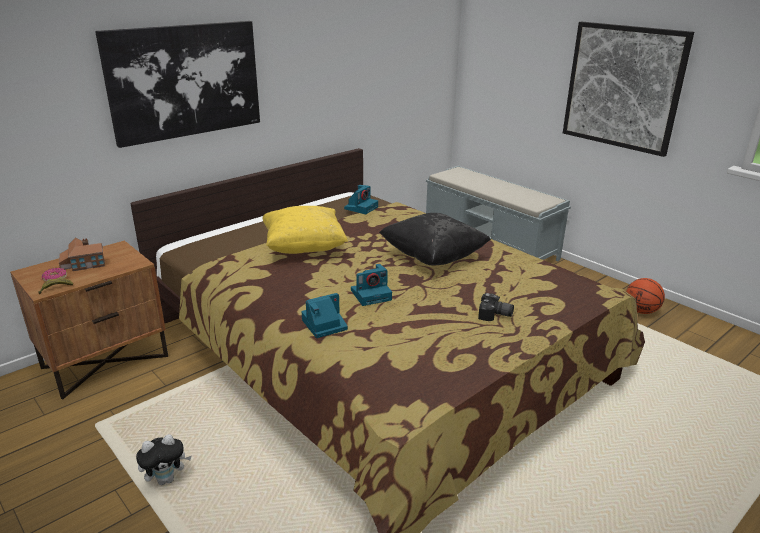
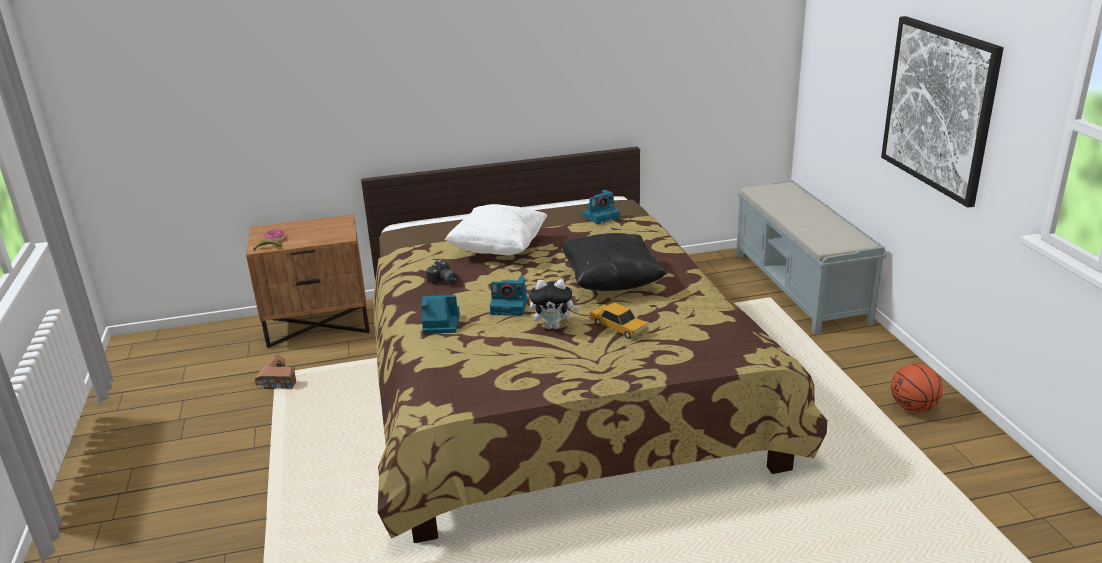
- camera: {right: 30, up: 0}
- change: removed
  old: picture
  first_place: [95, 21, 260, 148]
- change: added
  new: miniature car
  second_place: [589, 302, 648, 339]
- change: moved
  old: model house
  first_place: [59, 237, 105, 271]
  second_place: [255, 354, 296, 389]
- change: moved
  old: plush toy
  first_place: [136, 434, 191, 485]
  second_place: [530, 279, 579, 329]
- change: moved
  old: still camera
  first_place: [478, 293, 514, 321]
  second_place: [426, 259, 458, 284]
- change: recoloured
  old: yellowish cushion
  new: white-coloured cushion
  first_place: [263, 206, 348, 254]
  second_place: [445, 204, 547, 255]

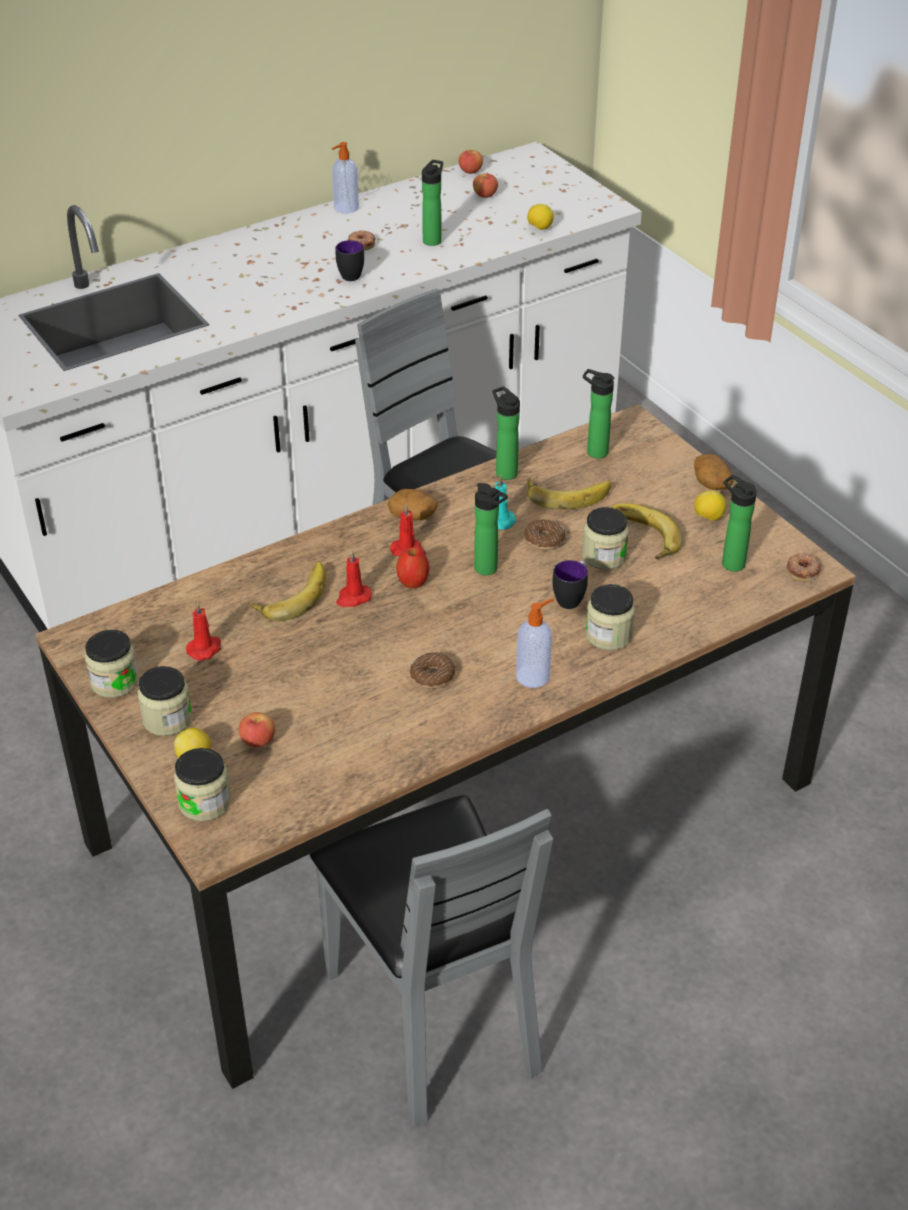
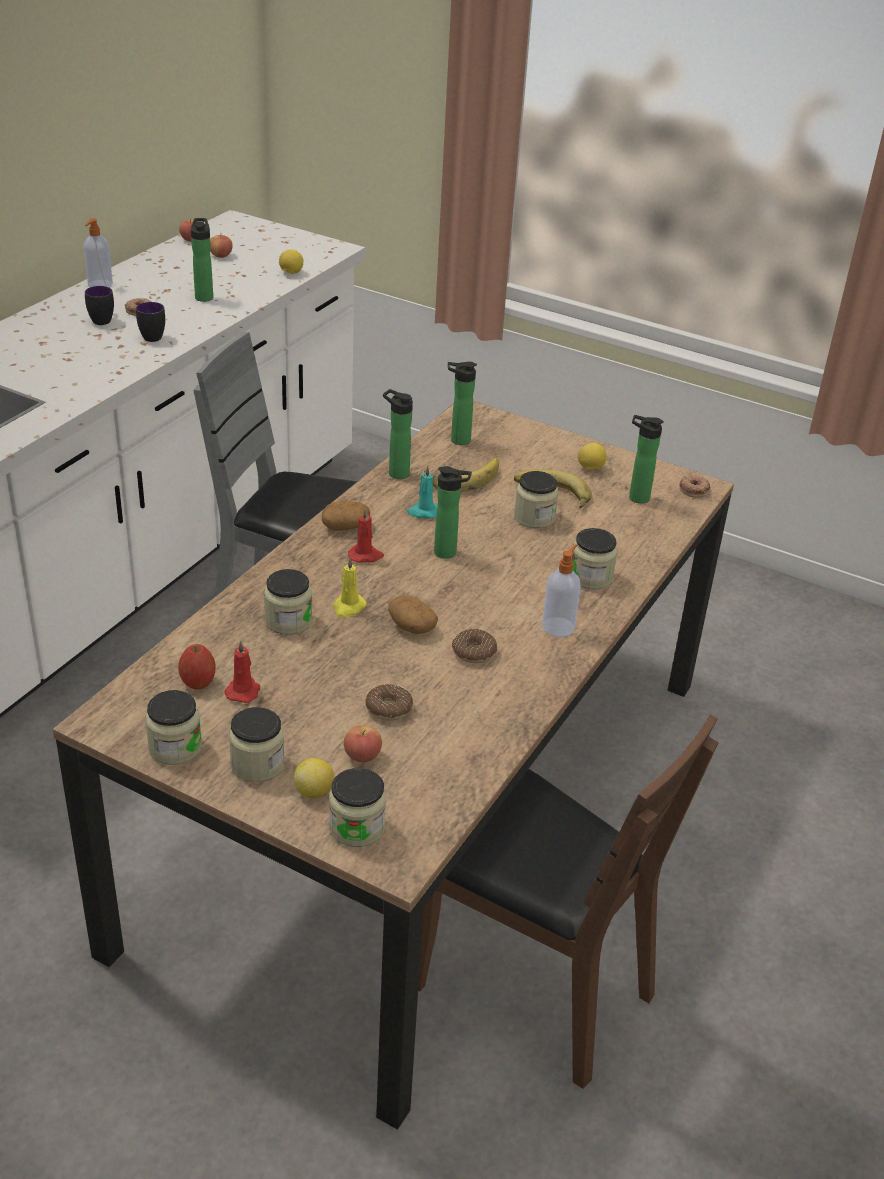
- camera: {right: -30, up: -5}
- change: moved
  old: whole apple
  first_place: [396, 548, 430, 588]
  second_place: [178, 644, 216, 689]
- change: moved
  old: doughnut
  first_place: [524, 519, 566, 550]
  second_place: [365, 684, 413, 721]
- change: moved
  old: tea mug
  first_place: [553, 560, 588, 609]
  second_place: [85, 286, 114, 325]
- change: moved
  old: whole potato
  first_place: [694, 454, 733, 490]
  second_place: [388, 596, 438, 634]
- change: replaced
  old: whole banana
  new: jar
  first_place: [248, 561, 326, 621]
  second_place: [264, 569, 312, 635]
- change: recoloured
  old: grey upright chair
  new: brownish upright chair
  first_place: [310, 795, 553, 1126]
  second_place: [418, 714, 718, 1089]
- change: recoloured
  old: red-coloured candle
  new: yellowish candle
  first_place: [336, 551, 372, 607]
  second_place: [333, 558, 367, 618]

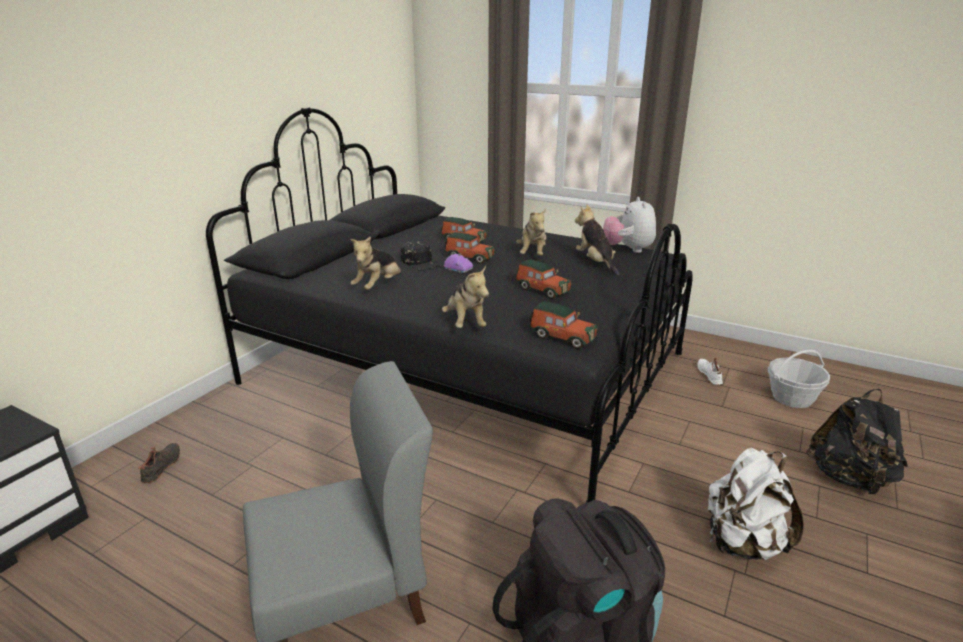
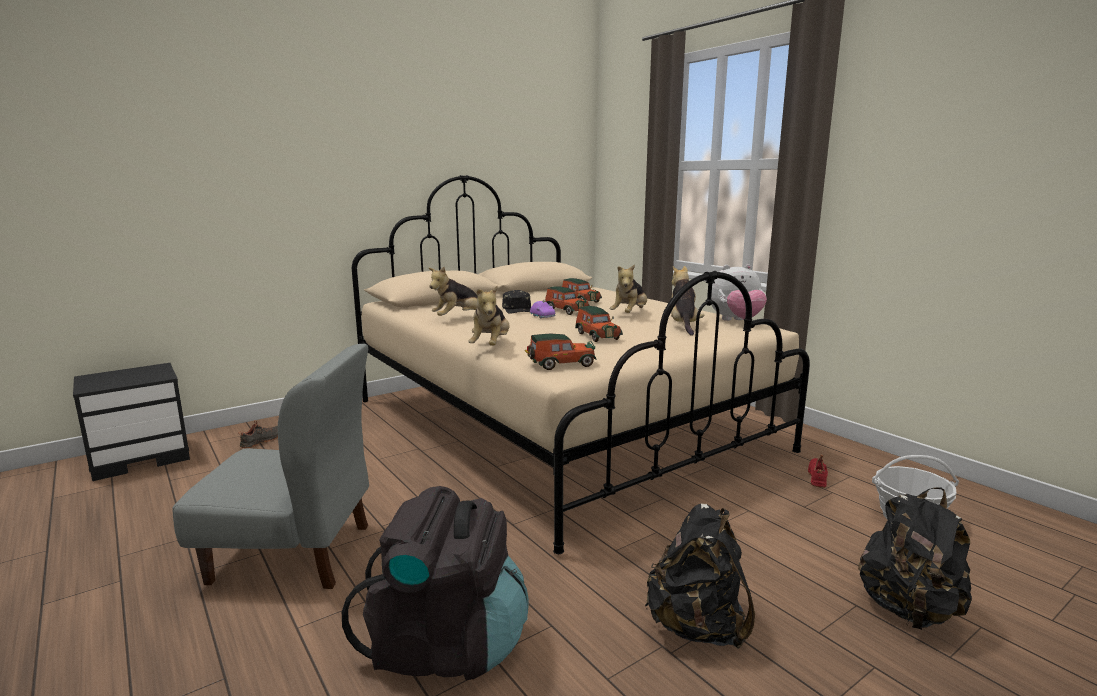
- camera: {right: 25, up: -10}
- change: recoloured
  old: black-coloured bed
  new: beige-coloured bed
  first_place: [206, 107, 693, 503]
  second_place: [352, 175, 810, 554]
- change: recoloured
  old: white-coloured item of footwear
  new: red-coloured item of footwear
  first_place: [697, 358, 723, 385]
  second_place: [808, 455, 828, 488]
- change: recoloured
  old: white-coloured rucksack
  new: black-coloured rucksack
  first_place: [708, 448, 804, 560]
  second_place: [645, 503, 755, 649]
- change: turned
  old: miniature car
  first_place: [529, 301, 599, 349]
  second_place: [525, 334, 597, 370]
  degrees: -75
- change: turned
  old: plush toy
  first_place: [603, 197, 656, 253]
  second_place: [711, 264, 767, 321]
  degrees: -120

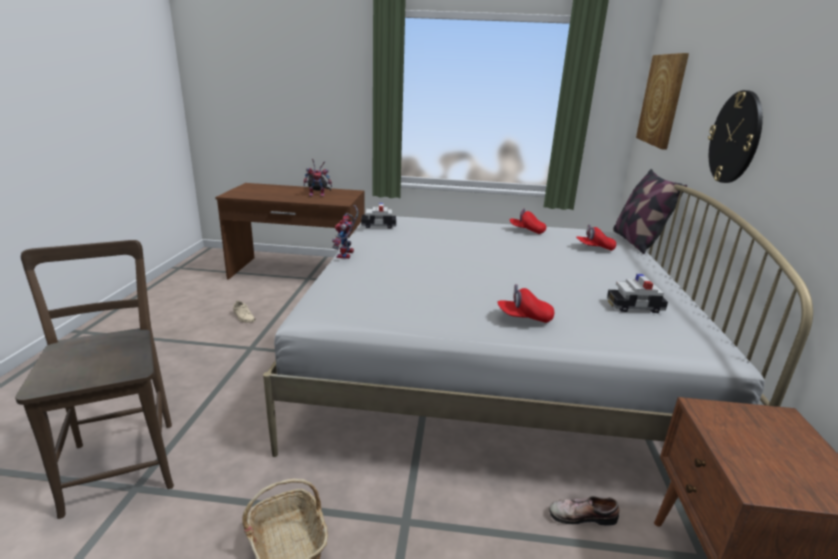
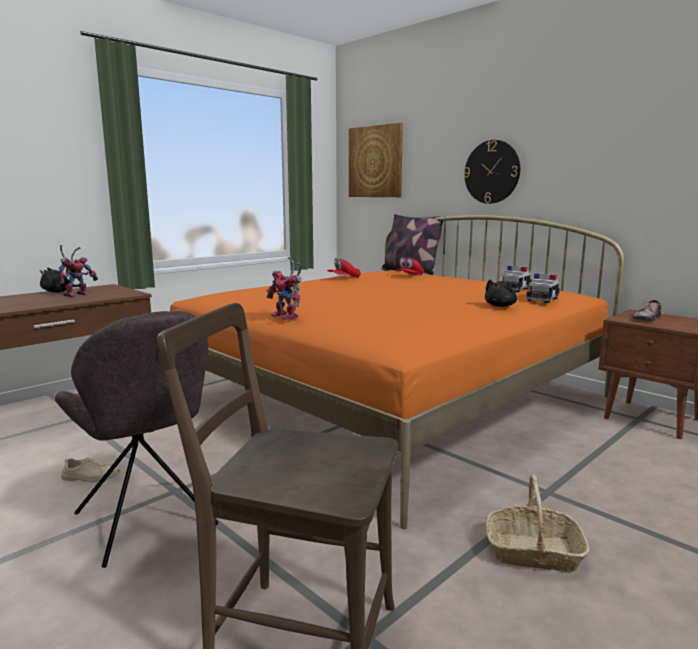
- camera: {right: -50, up: -10}
- change: added
  new: grey upright chair
  second_place: [55, 311, 219, 568]
- change: moved
  old: miniature car
  first_place: [361, 203, 396, 229]
  second_place: [526, 273, 560, 303]
- change: moved
  old: item of footwear
  first_place: [549, 496, 619, 525]
  second_place: [632, 300, 661, 322]
- change: replaced
  old: red-coloured baseball cap
  new: black-coloured plush toy
  first_place: [497, 284, 554, 323]
  second_place: [485, 280, 517, 307]
- change: recoloured
  old: white-coloured bed
  new: orange bed
  first_place: [263, 184, 813, 457]
  second_place: [170, 215, 624, 529]

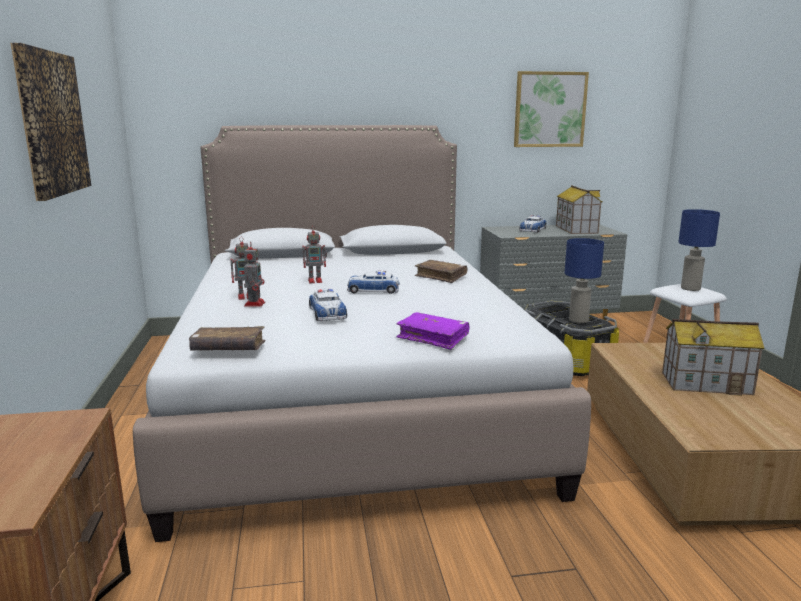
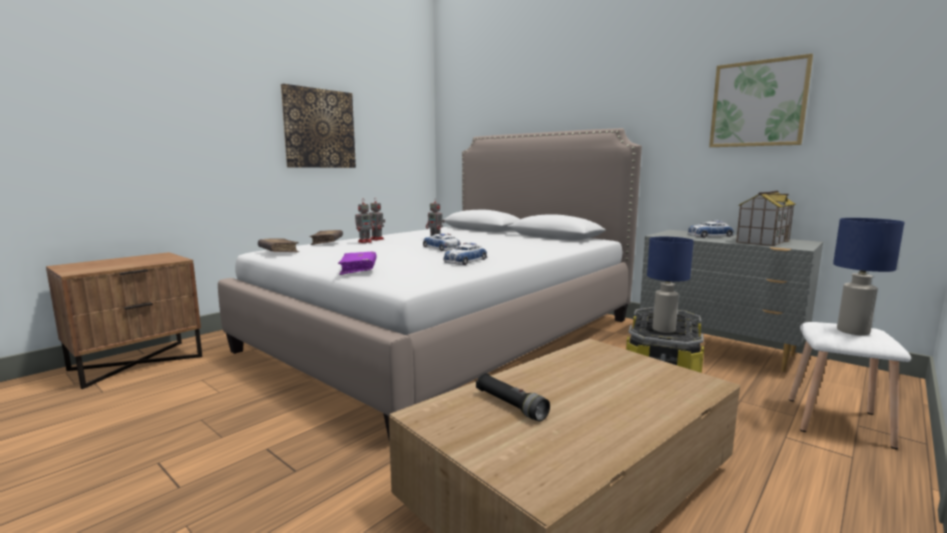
- camera: {right: 50, up: -5}
- change: removed
  old: model house
  first_place: [662, 319, 764, 396]
- change: added
  new: black-coloured torch
  second_place: [476, 373, 550, 421]
- change: moved
  old: miniature car
  first_place: [309, 289, 347, 321]
  second_place: [444, 243, 487, 265]
- change: moved
  old: brownish book
  first_place: [415, 260, 467, 283]
  second_place: [310, 230, 343, 245]

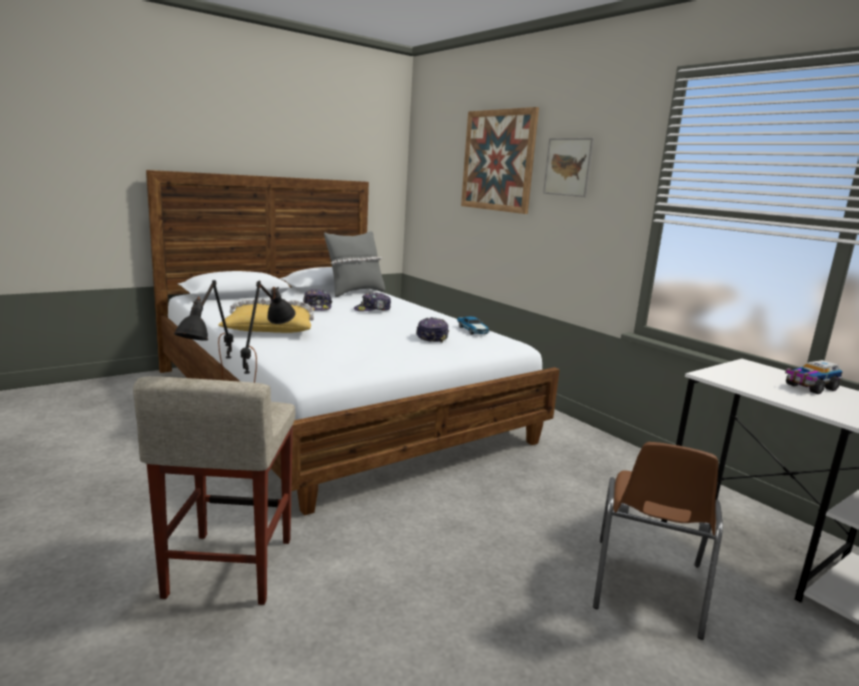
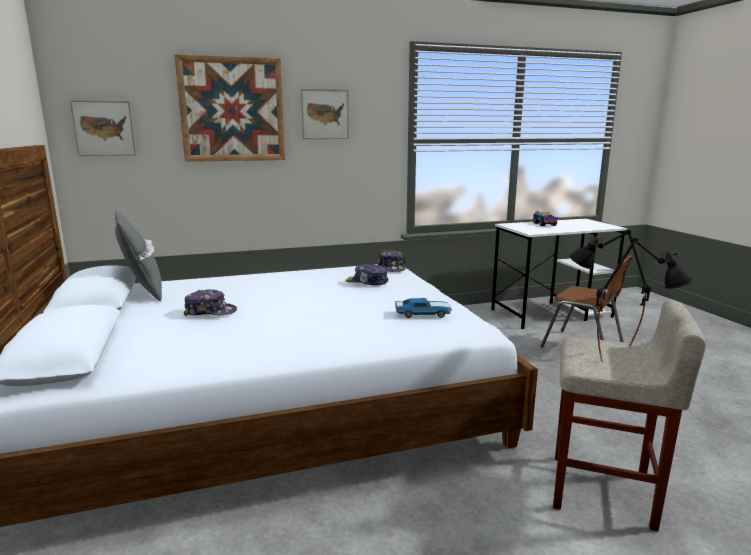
- camera: {right: -70, up: 0}
- change: removed
  old: yellowish cushion
  first_place: [218, 299, 315, 333]
- change: added
  new: picture
  second_place: [70, 100, 136, 156]
- change: moved
  old: baseball cap
  first_place: [354, 293, 391, 311]
  second_place: [377, 250, 406, 272]
- change: moved
  old: miniature car
  first_place: [457, 317, 490, 335]
  second_place: [395, 298, 452, 318]

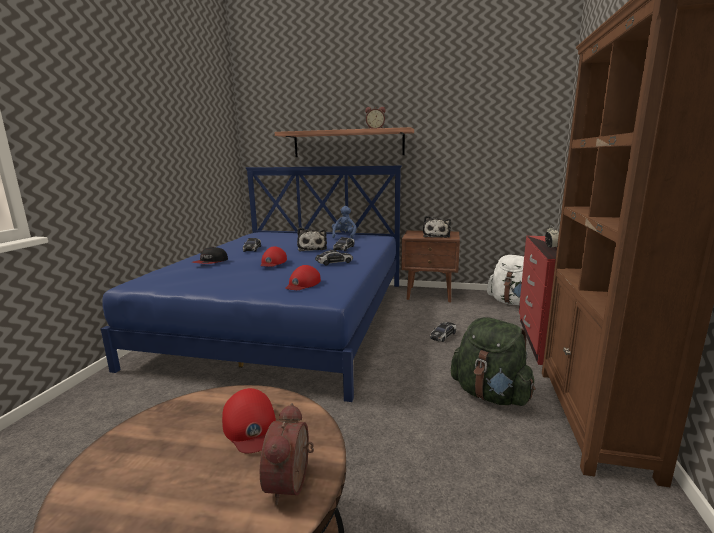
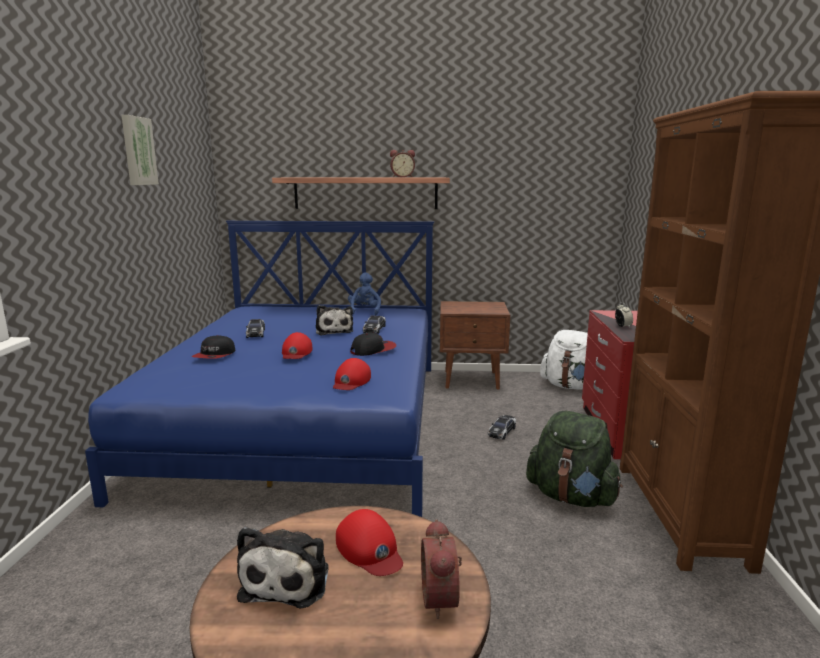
- camera: {right: -10, up: 0}
- change: added
  new: picture
  second_place: [121, 115, 159, 185]
- change: moved
  old: plush toy
  first_place: [423, 216, 451, 238]
  second_place: [237, 527, 329, 609]
- change: replaced
  old: miniature car
  new: baseball cap
  first_place: [315, 250, 353, 266]
  second_place: [350, 332, 396, 356]

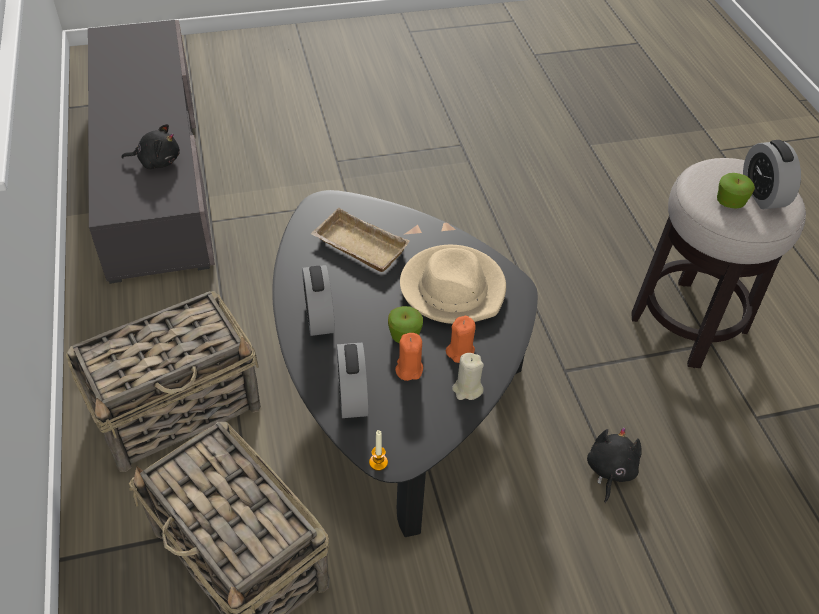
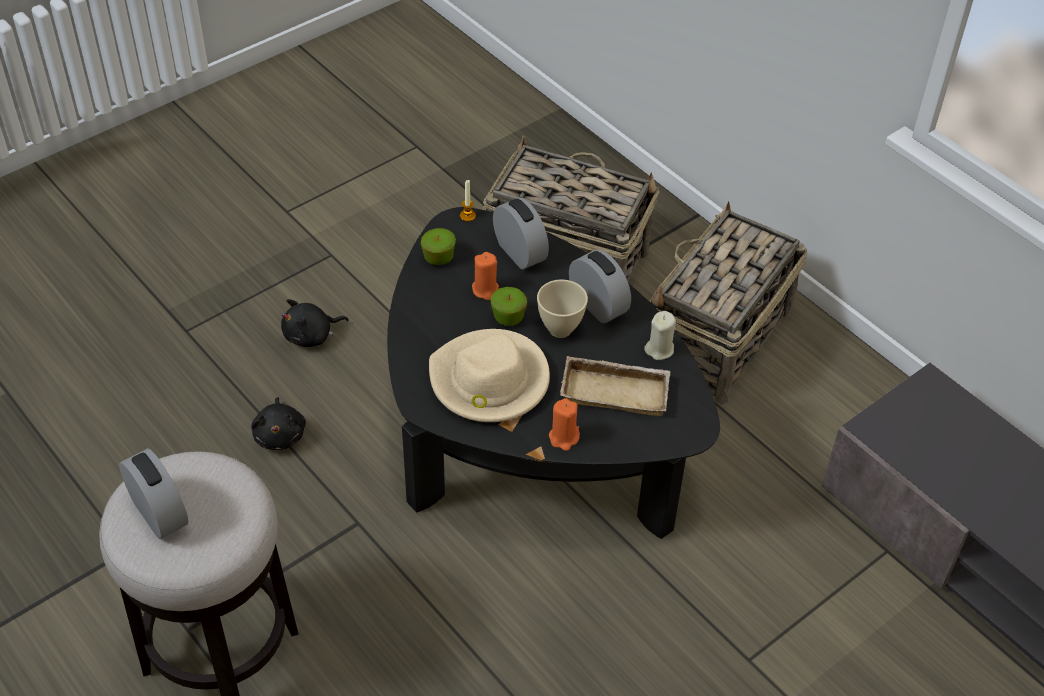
- camera: {right: 155, up: 0}
- change: added
  new: beige-coloured serving bowl
  second_place: [537, 280, 588, 338]
- change: moved
  old: black-coloured plush toy
  first_place: [121, 124, 180, 170]
  second_place: [281, 299, 349, 347]
- change: moved
  old: orange candle
  first_place: [446, 316, 476, 363]
  second_place: [549, 398, 580, 451]
- change: moved
  old: beige-coloured candle
  first_place: [452, 353, 484, 400]
  second_place: [644, 311, 676, 360]
- change: moved
  old: whole apple
  first_place: [717, 173, 755, 209]
  second_place: [421, 228, 456, 265]

